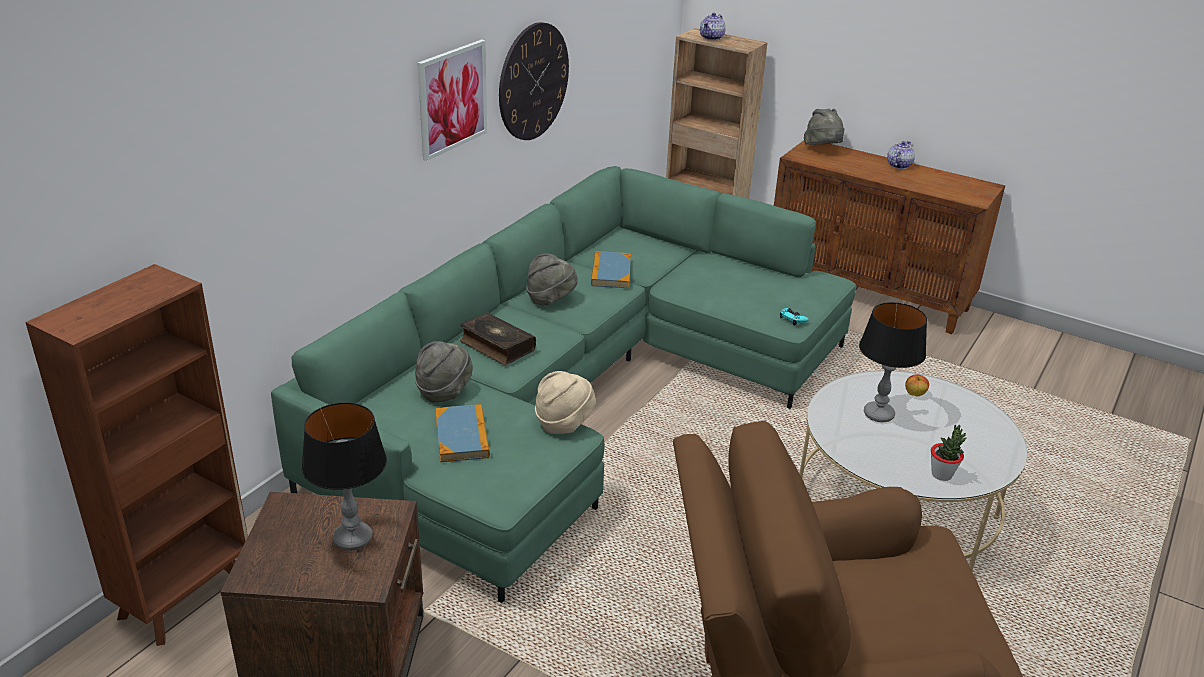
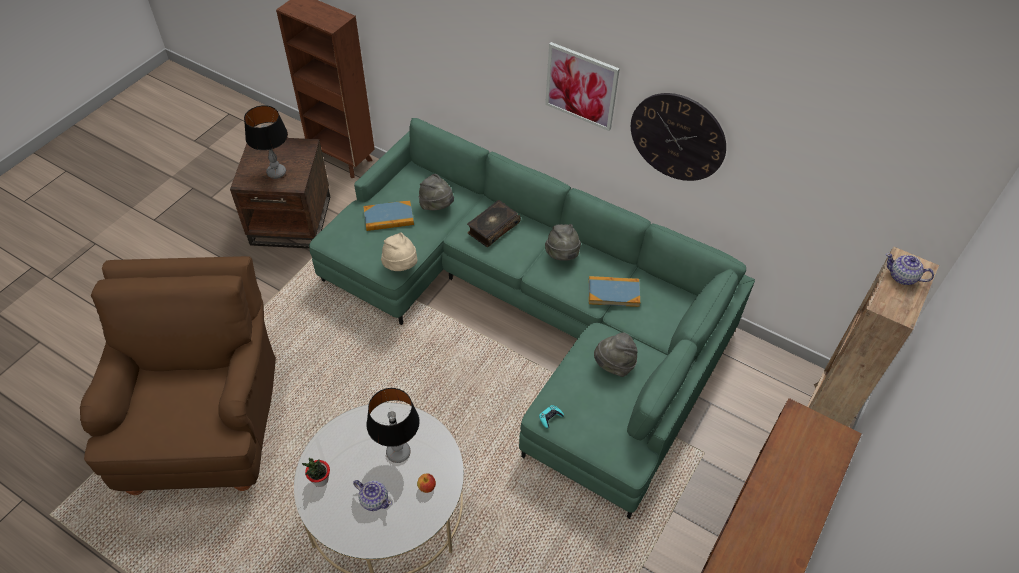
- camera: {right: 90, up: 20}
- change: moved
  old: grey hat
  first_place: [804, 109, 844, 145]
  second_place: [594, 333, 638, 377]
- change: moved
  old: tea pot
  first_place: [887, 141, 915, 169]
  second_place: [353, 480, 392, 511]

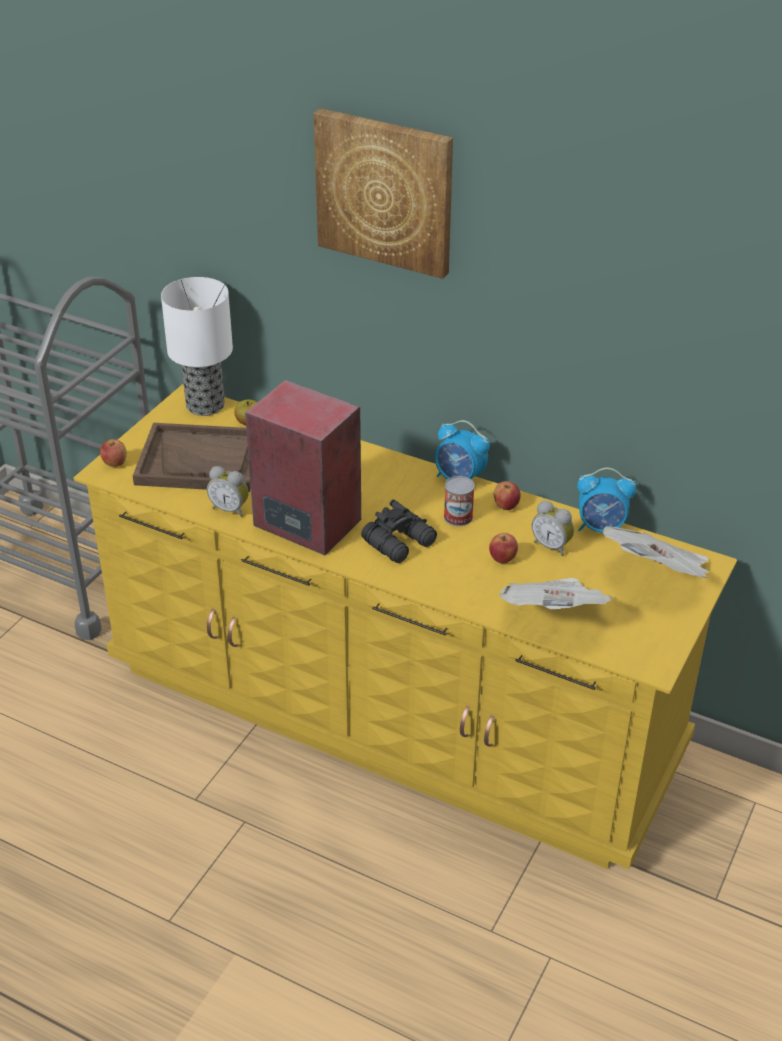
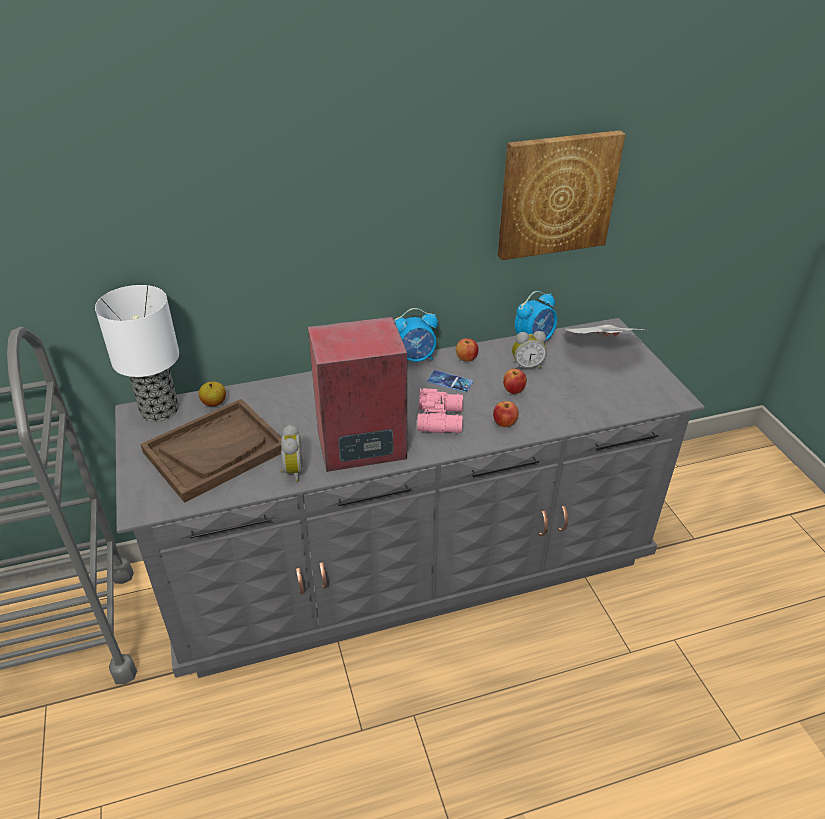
- camera: {right: -45, up: 0}
- change: removed
  old: newspaper
  first_place: [499, 578, 613, 609]
- change: moved
  old: whole apple
  first_place: [100, 439, 127, 467]
  second_place: [493, 401, 519, 427]
- change: moved
  old: picture
  first_place: [313, 108, 453, 279]
  second_place: [498, 130, 626, 260]
- change: replaced
  old: can
  new: telephone
  first_place: [444, 476, 475, 526]
  second_place: [427, 370, 473, 393]
- change: recoloured
  old: yellowish dresser
  new: grey dresser
  first_place: [73, 384, 737, 869]
  second_place: [115, 318, 705, 678]
- change: recoloured
  old: black-coloured field glasses
  new: pink-coloured field glasses
  first_place: [361, 499, 437, 563]
  second_place: [417, 388, 463, 433]
- change: turned
  old: bedside clock
  first_place: [207, 466, 249, 517]
  second_place: [280, 425, 303, 482]
  degrees: -75

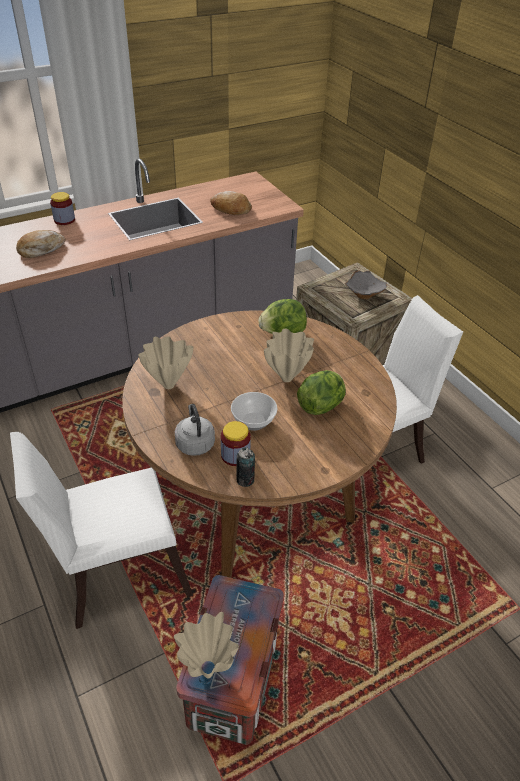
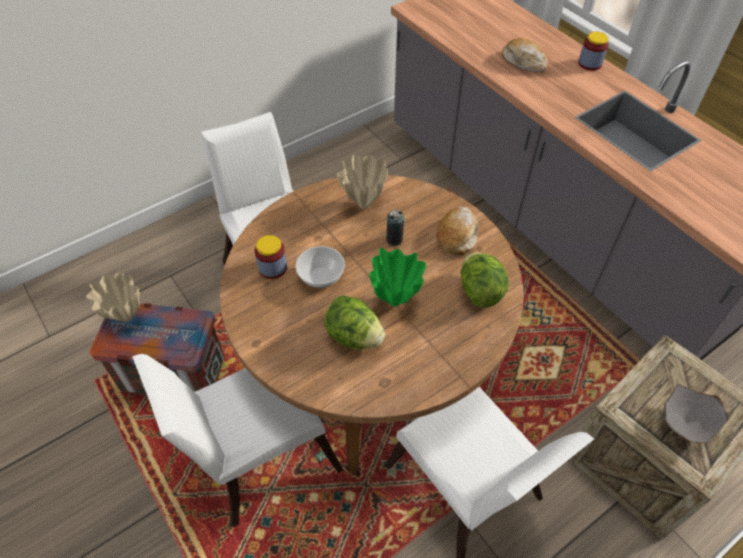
- camera: {right: 85, up: 10}
- change: removed
  old: grey tea kettle
  first_place: [175, 404, 215, 456]
- change: added
  new: white-coloured upright chair
  second_place: [132, 354, 343, 527]
- change: moved
  old: bread
  first_place: [210, 191, 252, 215]
  second_place: [436, 206, 479, 255]
- change: moved
  old: can
  first_place: [237, 448, 255, 487]
  second_place: [386, 210, 404, 246]
- change: recoloured
  old: beige-coloured vase
  new: green vase
  first_place: [264, 328, 314, 382]
  second_place: [369, 248, 426, 306]

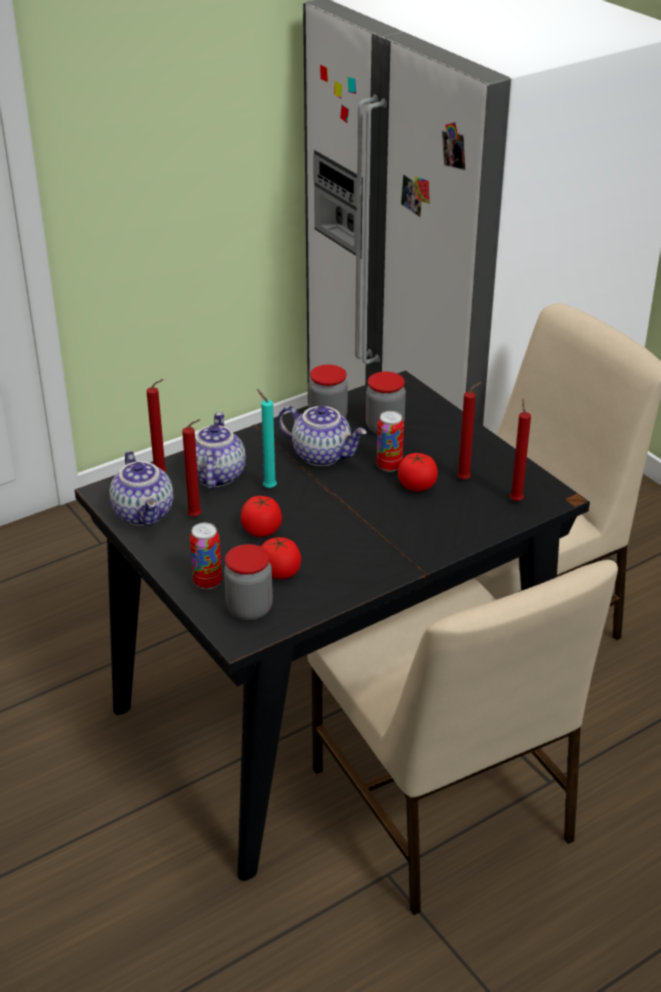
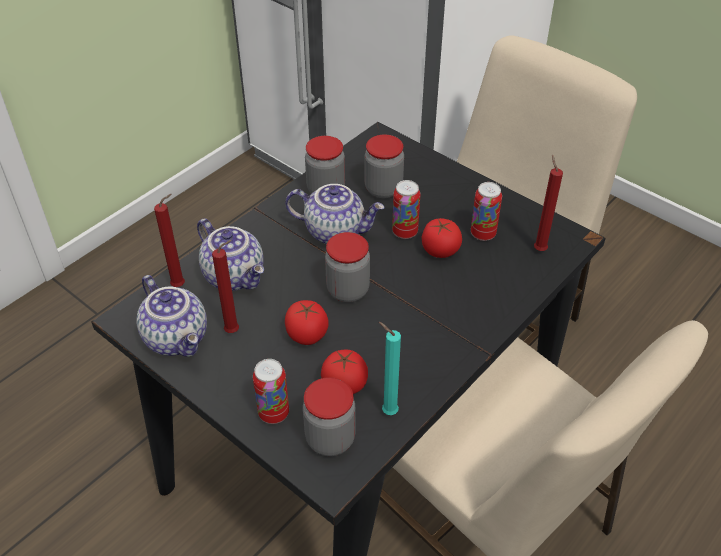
- camera: {right: -15, up: 10}
- change: added
  new: jar
  second_place: [325, 232, 370, 302]
- change: moved
  old: turquoise-coloured candle
  first_place: [257, 389, 277, 488]
  second_place: [379, 322, 401, 415]
- change: replaced
  old: red-coloured candle
  new: can
  first_place: [457, 382, 482, 480]
  second_place: [471, 182, 502, 241]
- change: turned
  old: tea pot
  first_place: [195, 412, 246, 489]
  second_place: [197, 219, 264, 291]
  degrees: 150

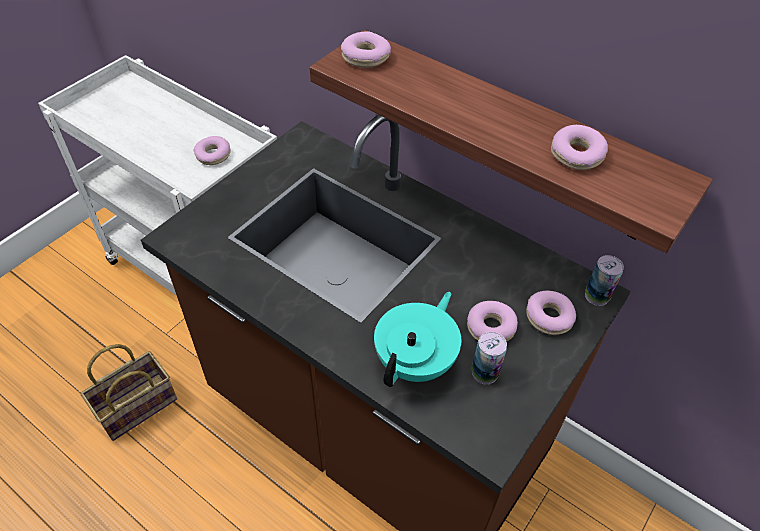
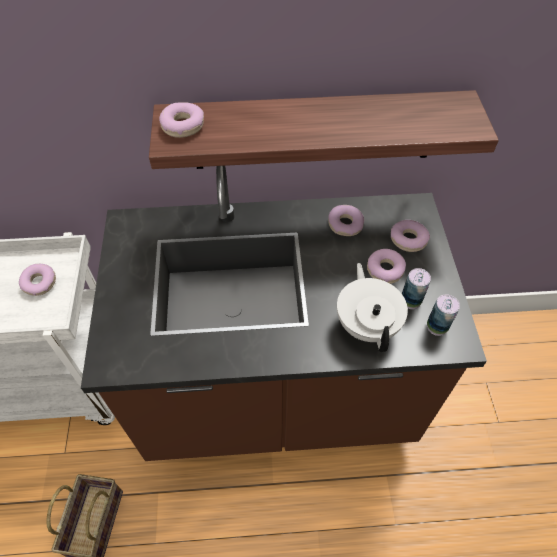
- camera: {right: -40, up: 5}
- change: moved
  old: doughnut
  first_place: [551, 125, 608, 170]
  second_place: [328, 205, 364, 236]
- change: moved
  old: can
  first_place: [585, 255, 624, 306]
  second_place: [427, 294, 460, 336]
- change: recoloured
  old: turquoise-coloured tea pot
  new: white-coloured tea pot
  first_place: [374, 292, 461, 387]
  second_place: [337, 263, 408, 352]

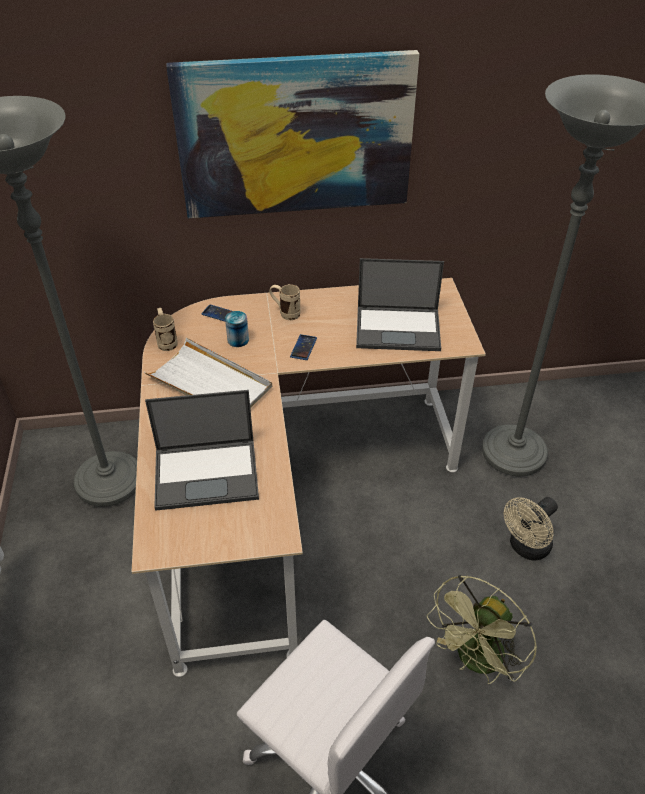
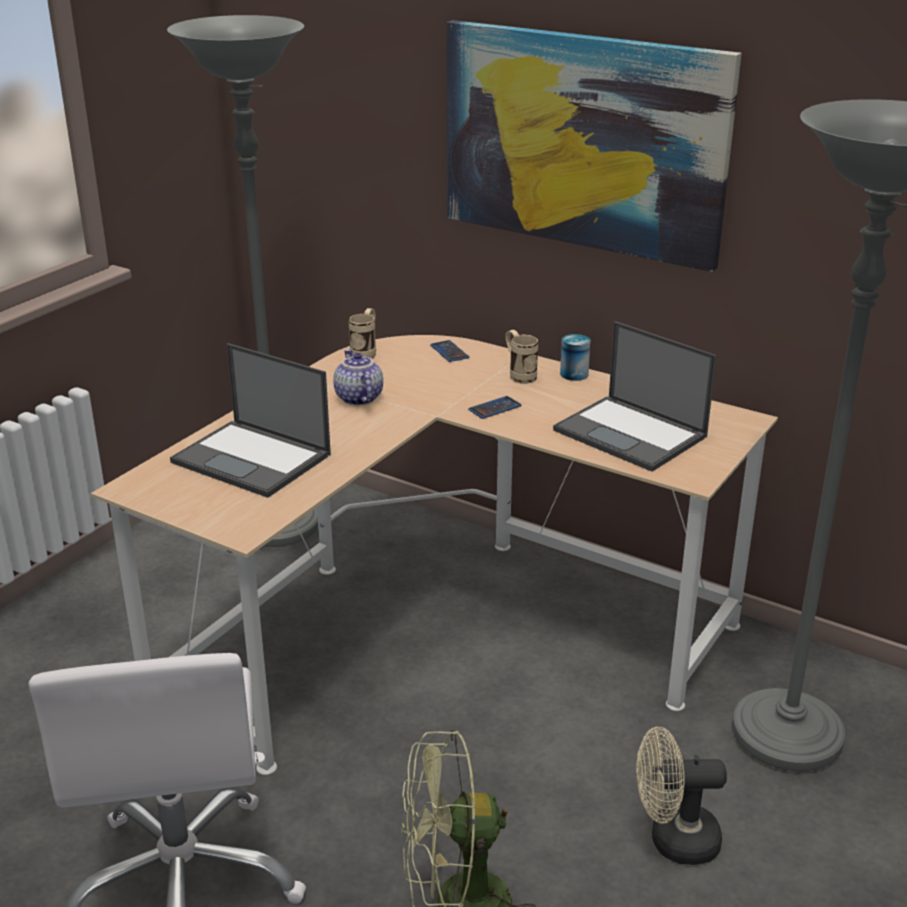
- camera: {right: 40, up: -15}
- change: moved
  old: can
  first_place: [225, 311, 249, 347]
  second_place: [560, 334, 591, 381]
- change: replaced
  old: white-coloured carrying tray
  new: tea pot
  first_place: [144, 338, 272, 408]
  second_place: [333, 349, 383, 406]

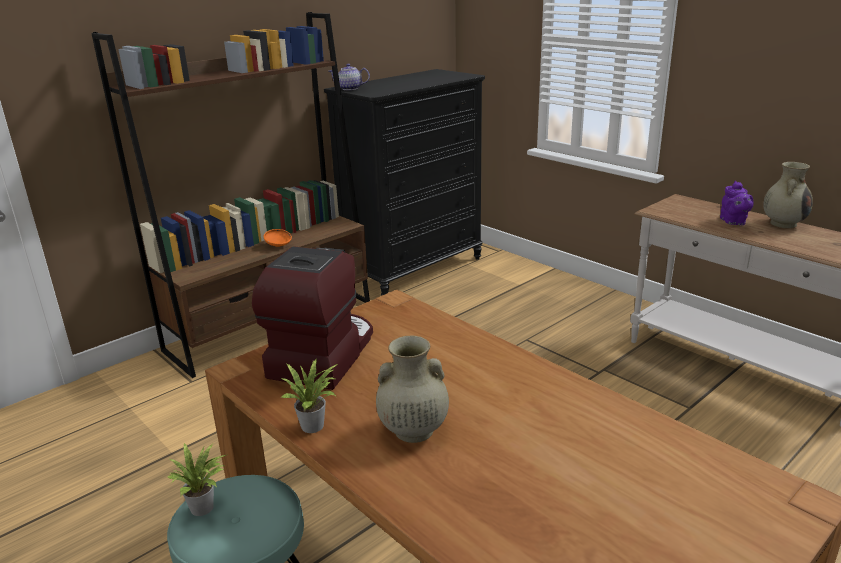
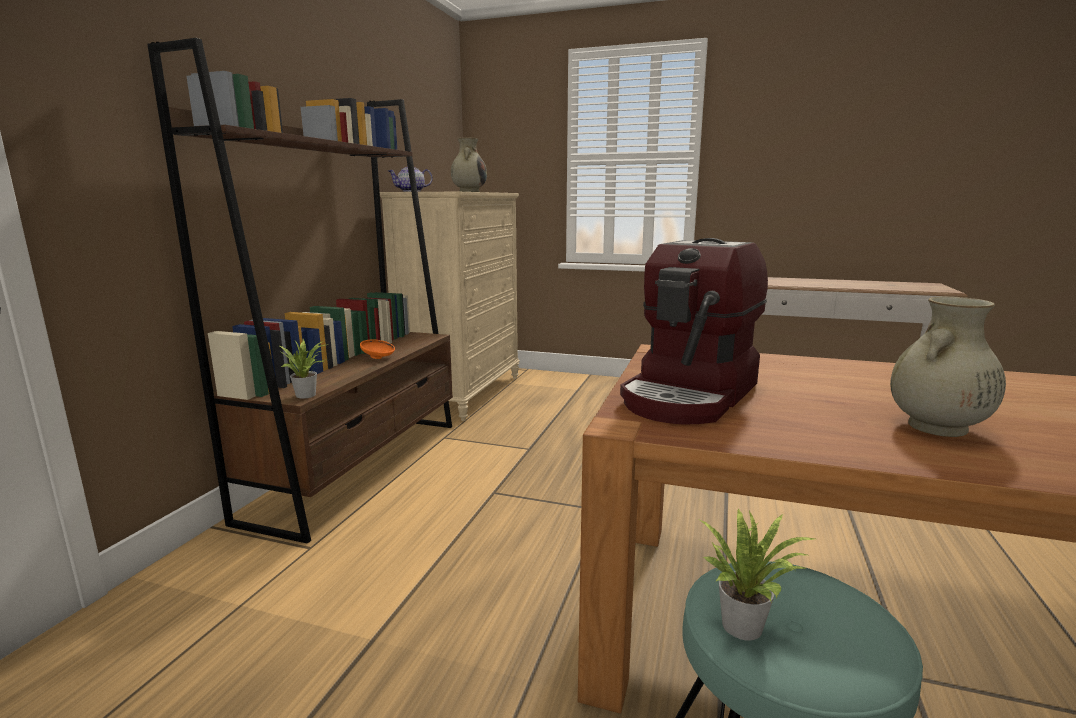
- camera: {right: -30, up: -10}
- change: removed
  old: purple-coloured tea pot
  first_place: [720, 181, 754, 225]
- change: moved
  old: houseplant
  first_place: [280, 359, 338, 433]
  second_place: [278, 339, 325, 399]
- change: moved
  old: beige-coloured vase
  first_place: [763, 162, 813, 228]
  second_place: [451, 137, 487, 192]
- change: recoloured
  old: black-coloured dresser
  new: beige-coloured dresser
  first_place: [324, 69, 485, 296]
  second_place: [380, 192, 520, 421]
- change: turned
  old: coffee machine
  first_place: [252, 246, 373, 390]
  second_place: [620, 238, 768, 424]
  degrees: -135

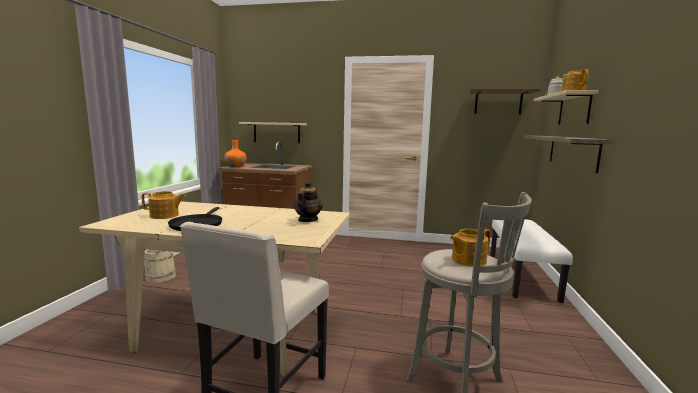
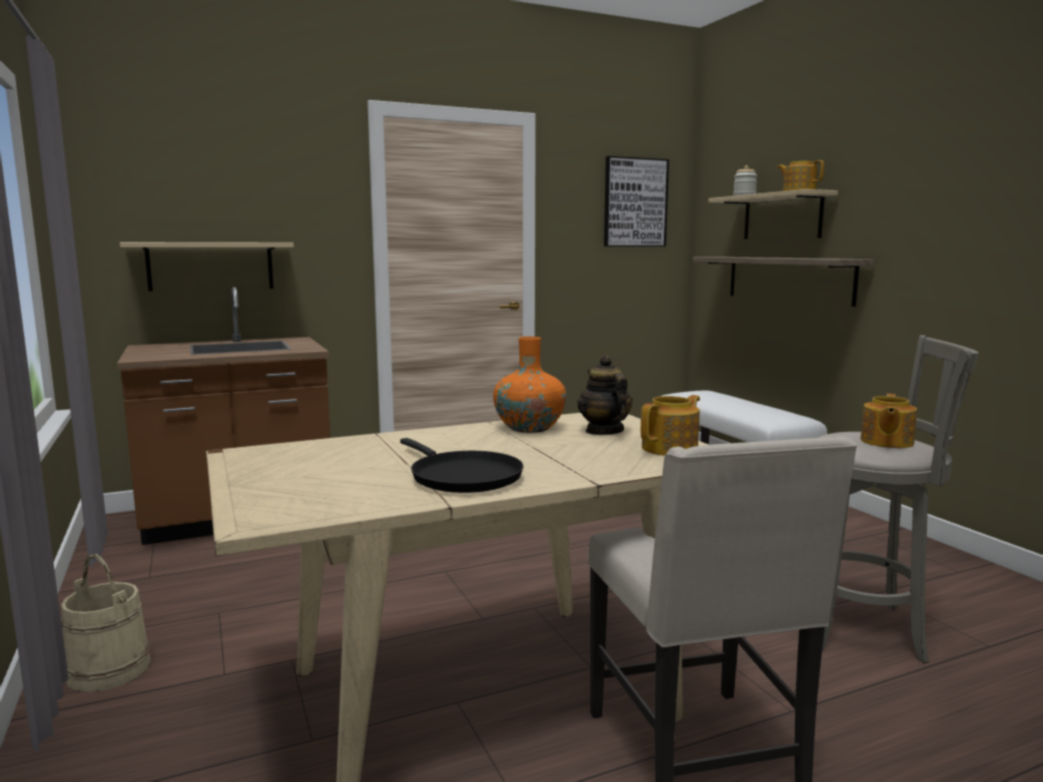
- camera: {right: -35, up: 0}
- change: moved
  old: tea pot
  first_place: [142, 191, 186, 219]
  second_place: [641, 395, 700, 456]
- change: moved
  old: orange vase
  first_place: [224, 140, 247, 167]
  second_place: [493, 336, 566, 433]
- change: replaced
  old: wall shelf
  new: picture
  first_place: [468, 88, 540, 114]
  second_place: [604, 156, 669, 247]

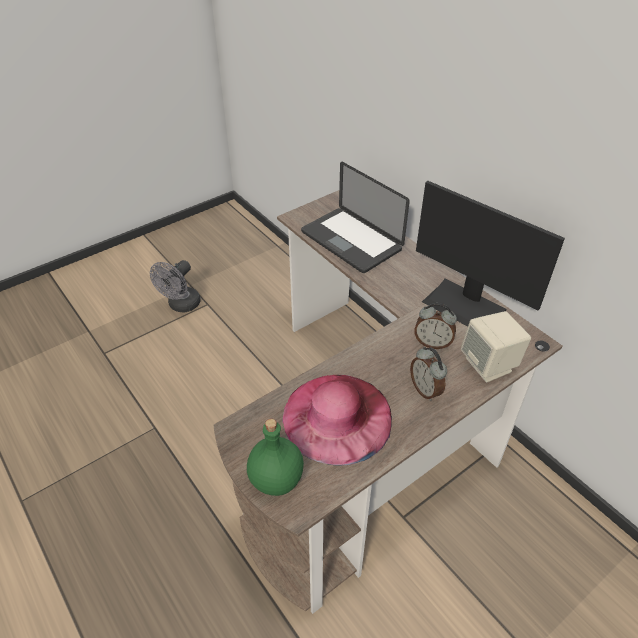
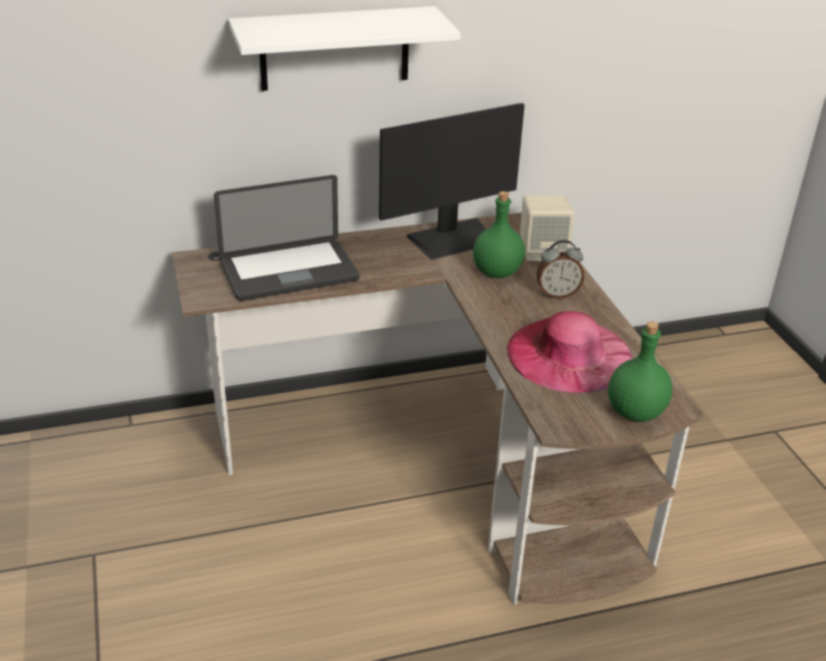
- camera: {right: -70, up: -10}
- change: removed
  old: grey electric fan
  first_place: [150, 260, 201, 313]
- change: added
  new: white-coloured wall shelf
  second_place: [228, 6, 461, 91]
- change: replaced
  old: bedside clock
  new: green beverage bottle
  first_place: [414, 303, 457, 349]
  second_place: [473, 191, 525, 278]

